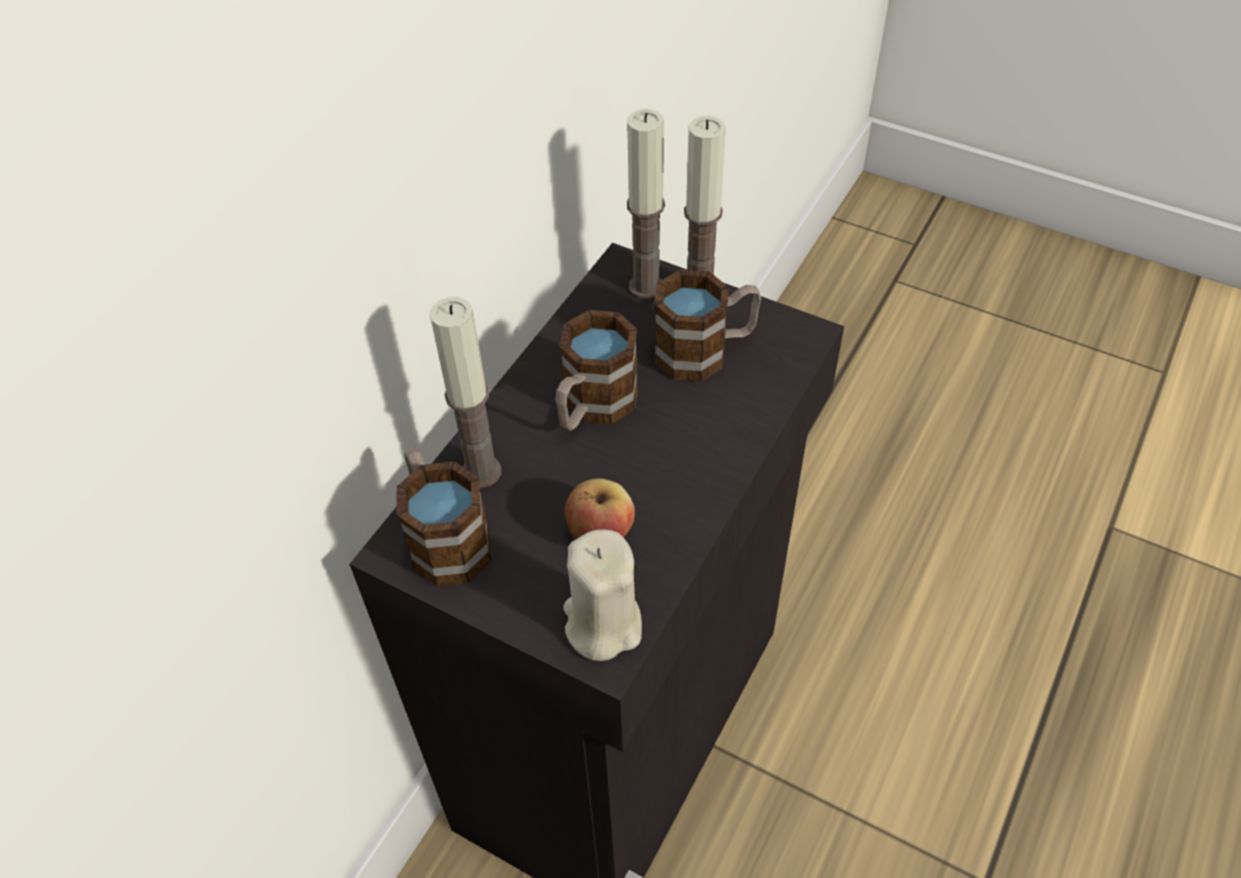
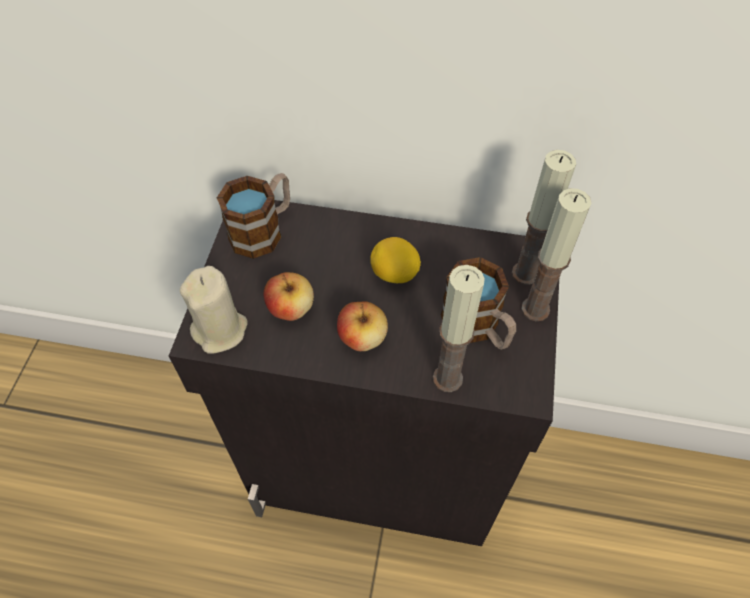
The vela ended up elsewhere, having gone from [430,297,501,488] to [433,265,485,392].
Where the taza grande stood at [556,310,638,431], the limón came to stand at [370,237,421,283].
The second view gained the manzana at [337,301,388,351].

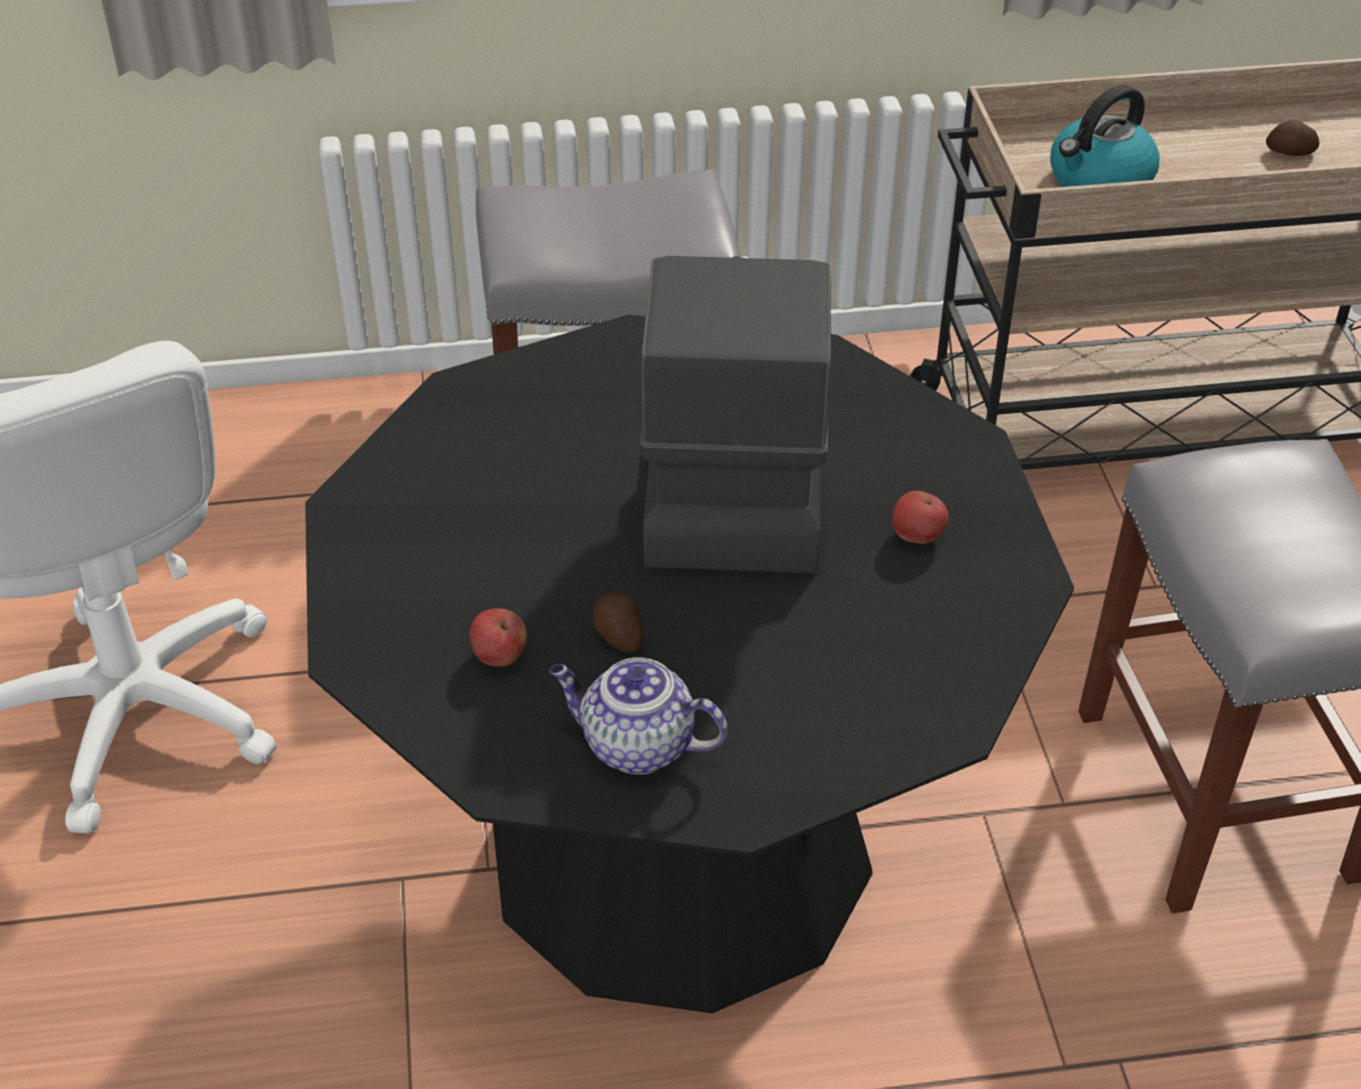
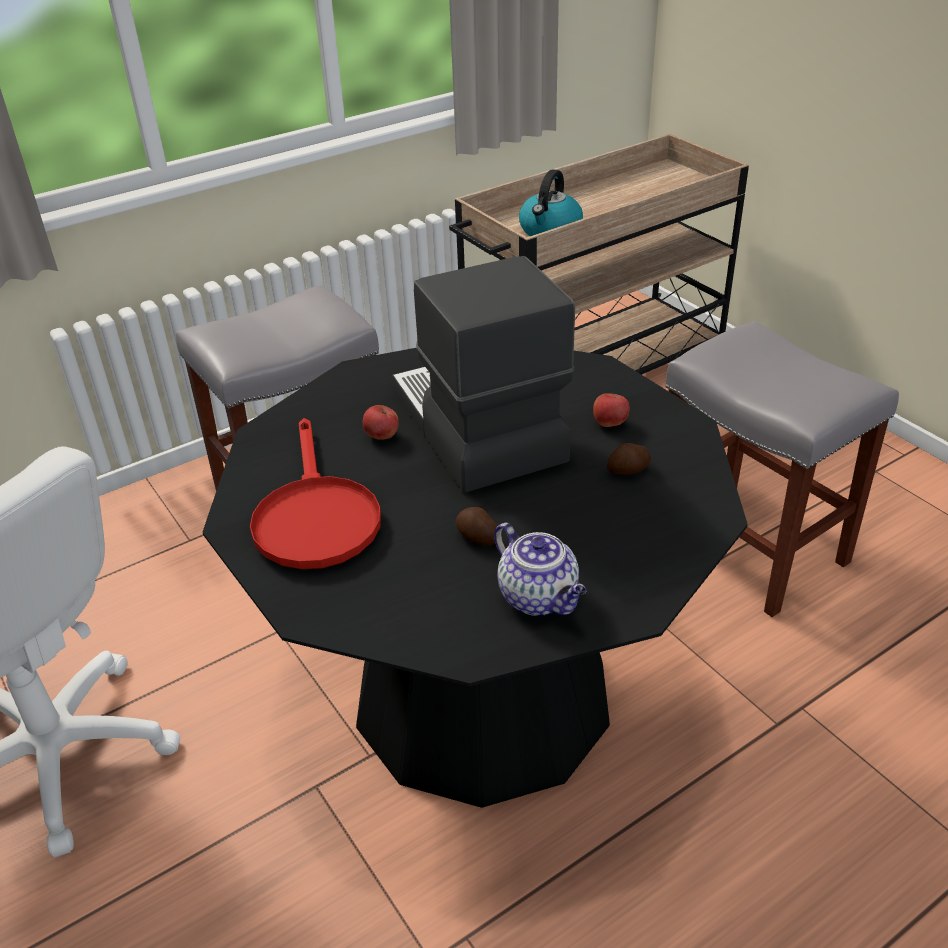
The manzana ended up elsewhere, having gone from [469,608,527,667] to [363,405,399,440].
The tetera at [549,657,727,774] ended up facing another way, 120 degrees counterclockwise from before.
The patata ended up elsewhere, having gone from [1266,120,1320,156] to [607,443,651,475].
The second view gained the sartén [rojo] at [250,418,381,569].

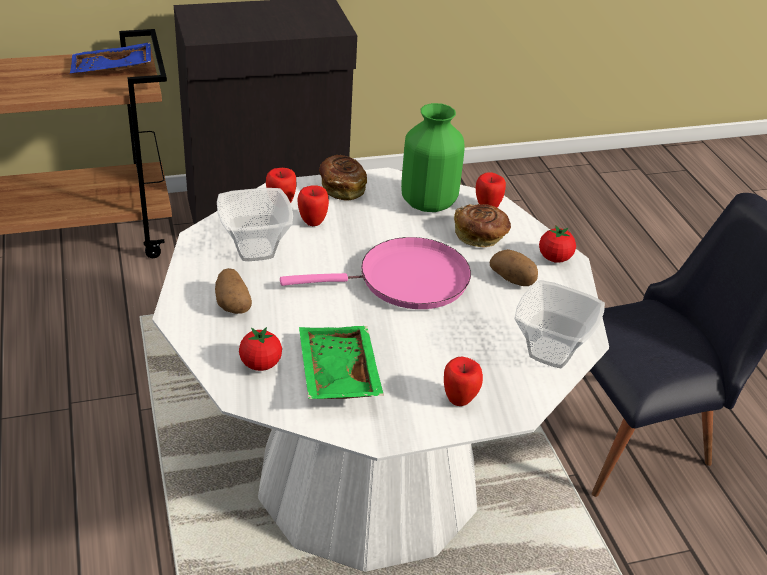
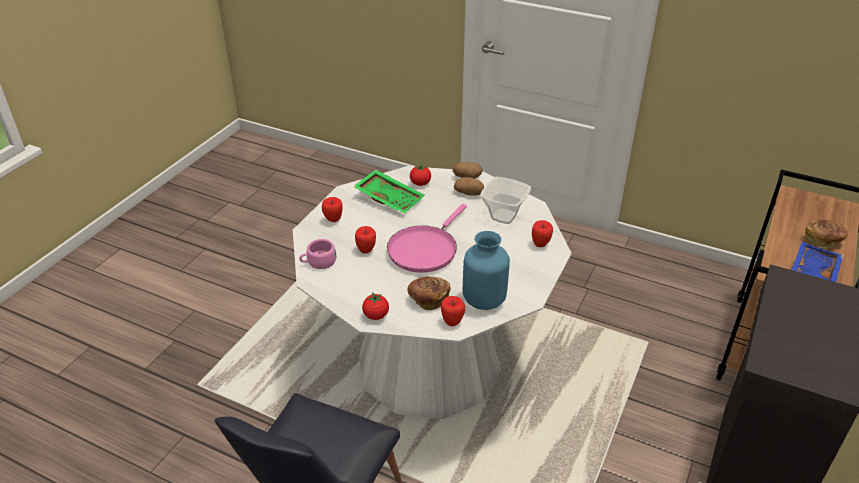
The manzana ended up elsewhere, having gone from [297,185,329,226] to [355,226,376,254].
The pan ended up elsewhere, having gone from [319,155,367,201] to [805,219,848,248].
What was the florero [verde] at [401,103,465,212] turned into the florero [azul] at [463,231,510,310].
The patata ended up elsewhere, having gone from [490,249,538,286] to [453,162,483,179].
Where the cuenco stood at [514,280,605,368], the taza [rosa] came to stand at [299,239,337,269].

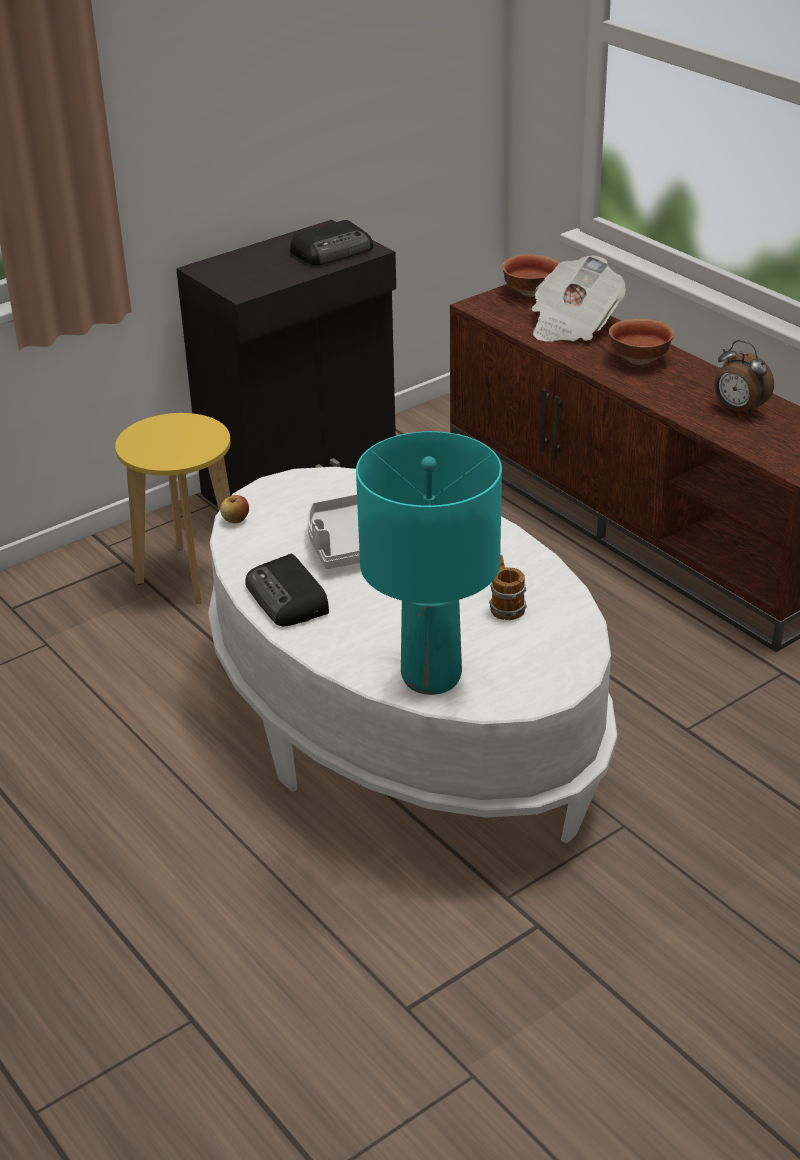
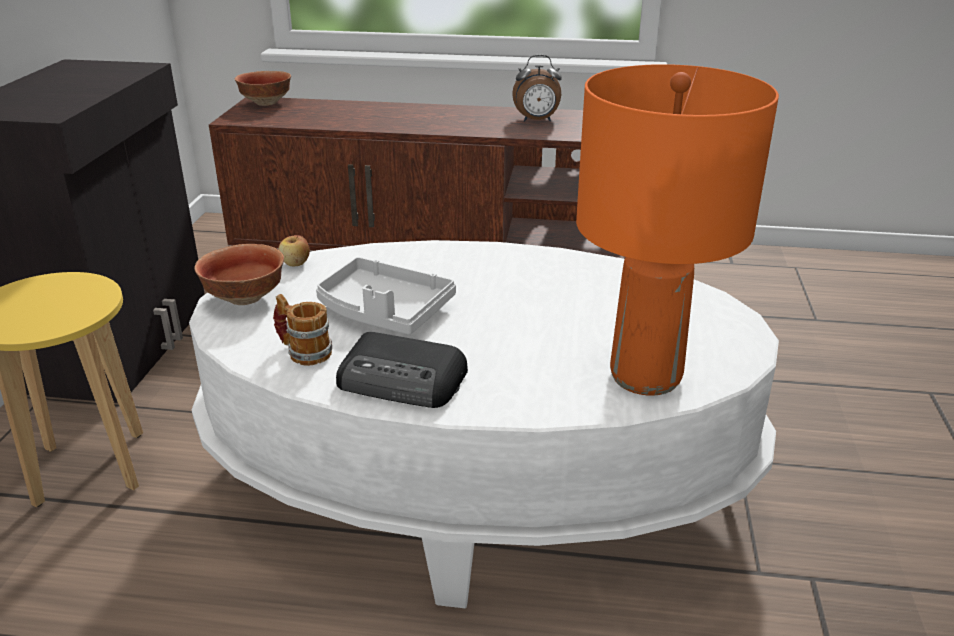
The manzana ended up elsewhere, having gone from [220,495,249,524] to [278,235,310,266].
The second view lost the radio at [290,220,373,266].
What was the lámpara de mesa [turquesa] at [356,431,502,695] turned into the lámpara de mesa [naranja] at [576,64,779,396].
The taza grande ended up elsewhere, having gone from [489,555,527,620] to [273,294,332,366].
The second view lost the periódico at [532,255,626,342].
The cuenco ended up elsewhere, having gone from [609,319,674,365] to [194,244,284,305].

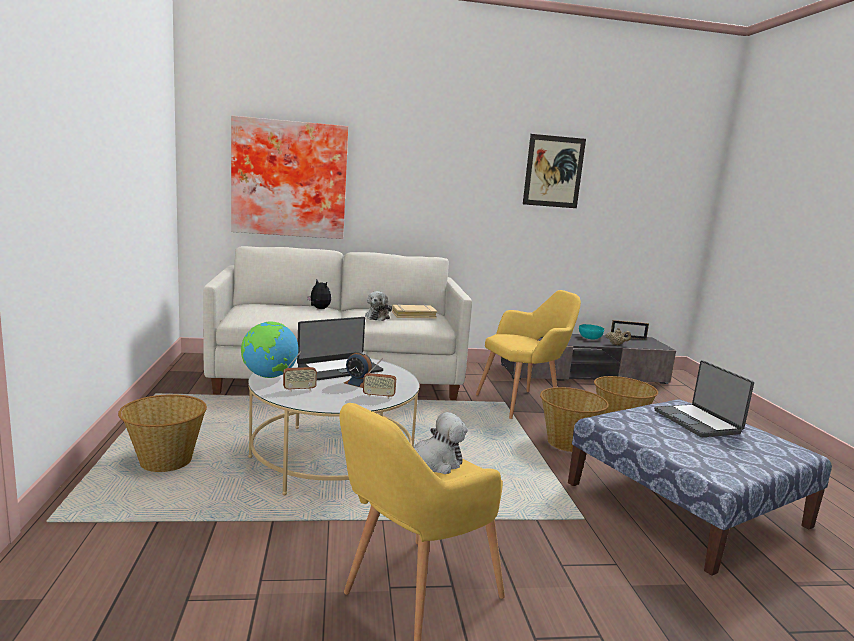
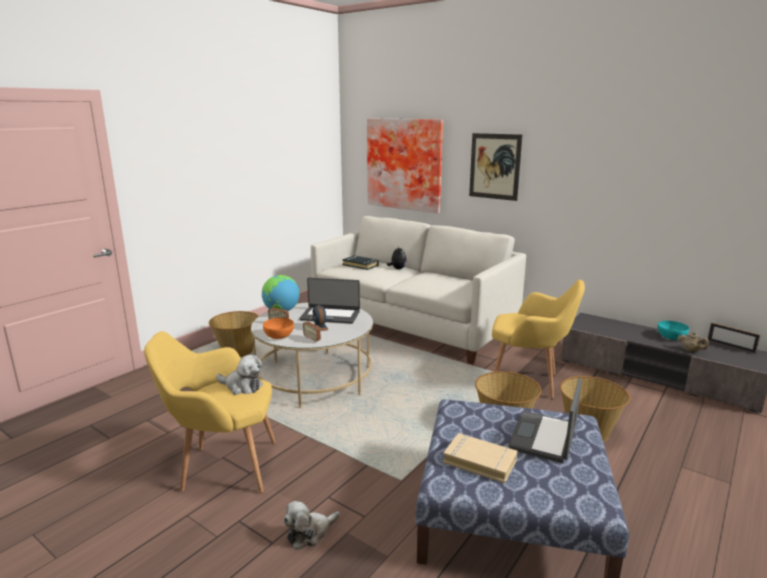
The peluche ended up elsewhere, having gone from [365,291,392,321] to [283,501,340,550].
The libro [beis] ended up elsewhere, having gone from [392,304,437,318] to [443,433,517,483].
The cuadro ended up elsewhere, having gone from [523,134,586,208] to [469,133,522,201].
The second view gained the cuenco [naranja] at [263,318,294,339].
The second view gained the libro [negro] at [342,255,379,270].

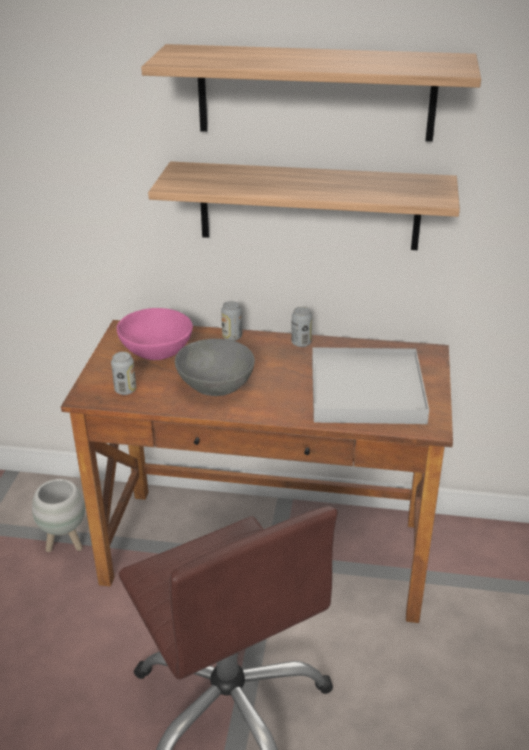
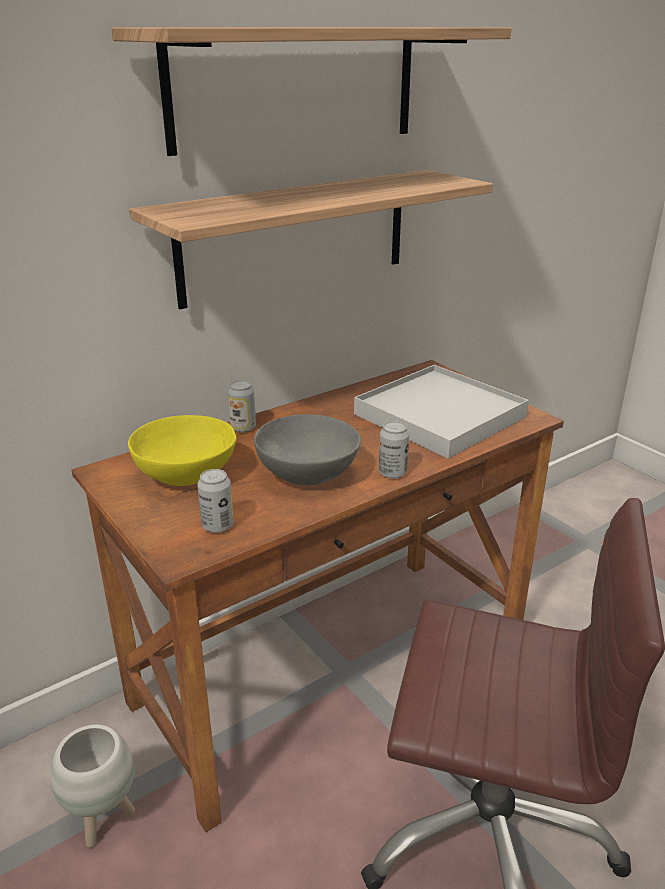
What was the cuenco [rosa] at [117,308,193,360] turned into the cuenco [amarillo] at [128,415,236,486].
The lata ended up elsewhere, having gone from [291,307,312,347] to [379,421,409,479].

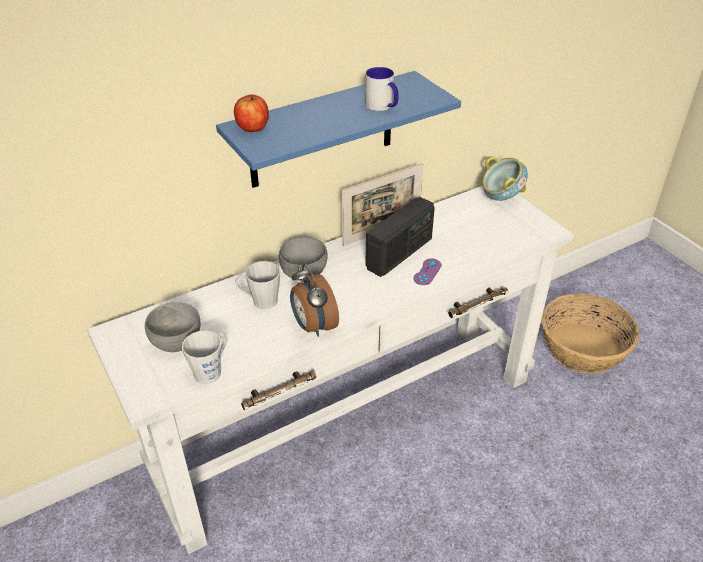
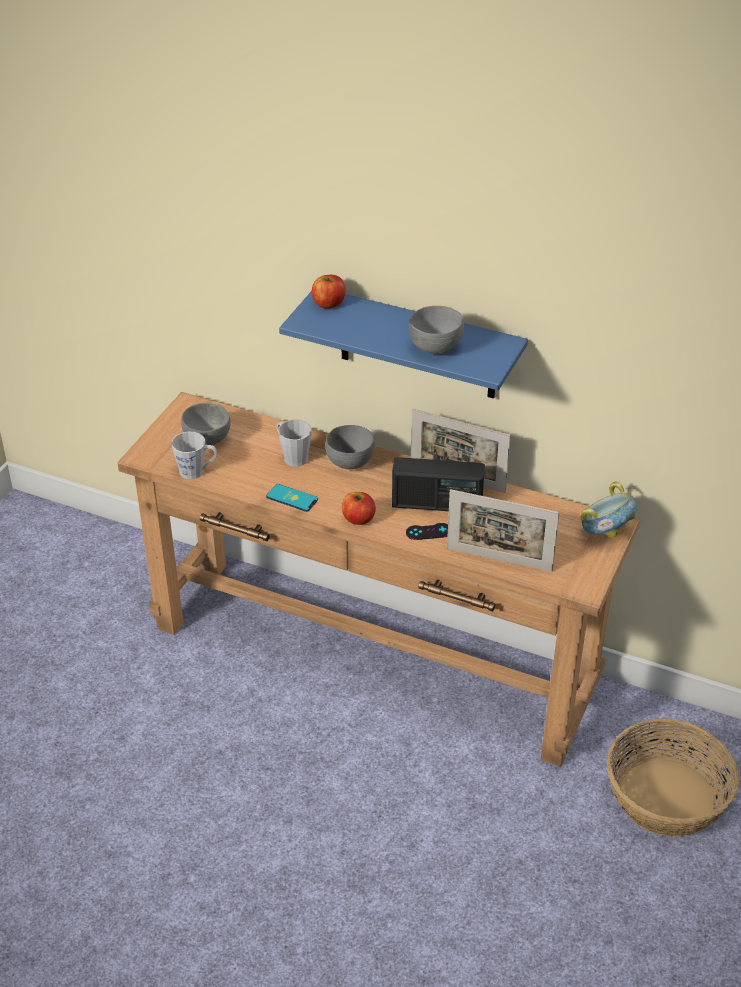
What was the mesa consola [blanco] at [87,186,575,554] turned into the mesa consola [marrón] at [117,392,640,767].
Where the despertador stood at [290,264,339,337], the móvil came to stand at [266,484,318,512].
Where the taza grande stood at [365,67,398,111], the cuenco [gris] came to stand at [409,306,464,354].
What was the mando de consola [morado] at [414,258,442,285] turned into the mando de consola [negro] at [406,523,448,540].
The second view gained the manzana at [342,492,376,525].
The second view gained the portarretratos at [447,489,560,572].

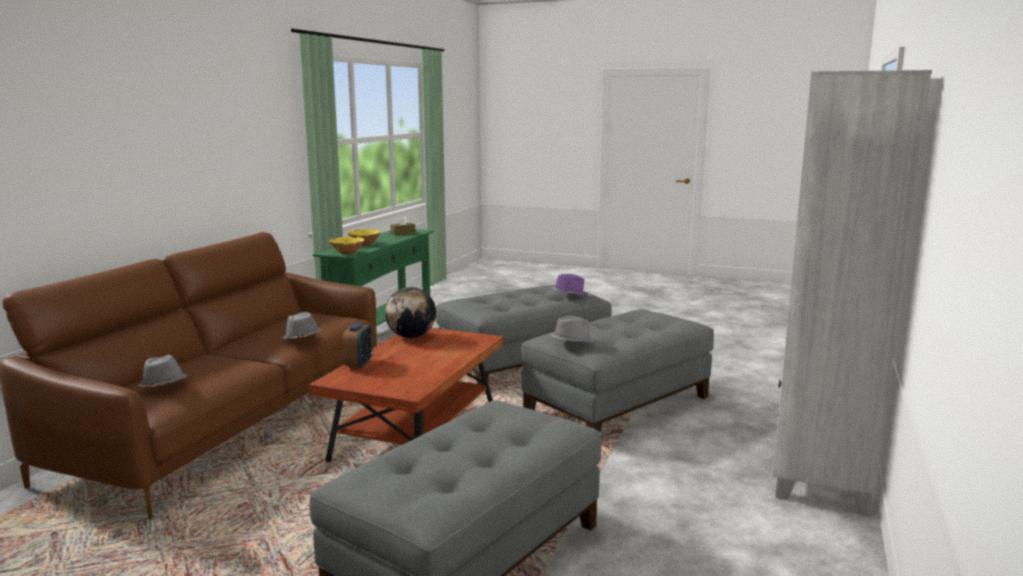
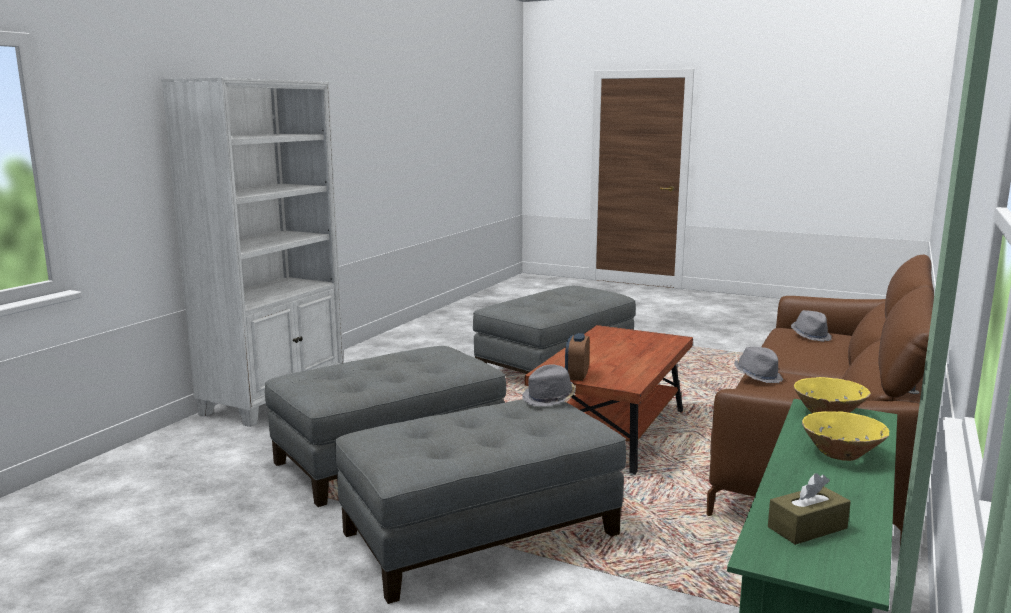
The despertador ended up elsewhere, having gone from [342,323,373,369] to [565,333,590,381].
The second view lost the globo terráqueo at [385,287,436,338].
The sombrero [gris] ended up elsewhere, having gone from [551,316,595,342] to [522,365,576,406].
The second view lost the sombrero [morado] at [553,274,587,295].

